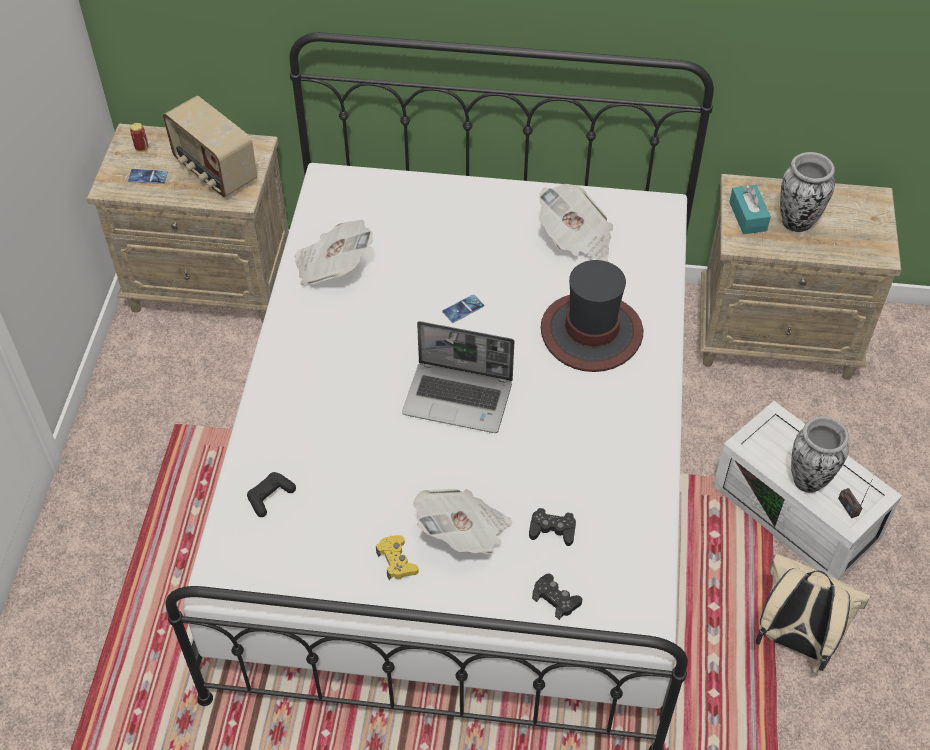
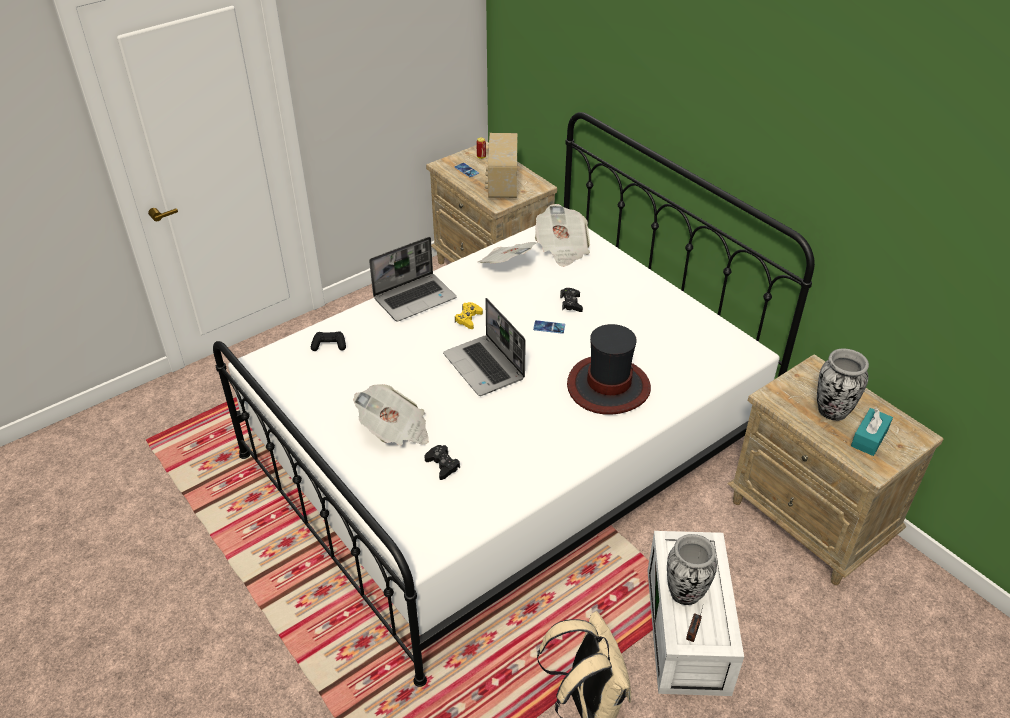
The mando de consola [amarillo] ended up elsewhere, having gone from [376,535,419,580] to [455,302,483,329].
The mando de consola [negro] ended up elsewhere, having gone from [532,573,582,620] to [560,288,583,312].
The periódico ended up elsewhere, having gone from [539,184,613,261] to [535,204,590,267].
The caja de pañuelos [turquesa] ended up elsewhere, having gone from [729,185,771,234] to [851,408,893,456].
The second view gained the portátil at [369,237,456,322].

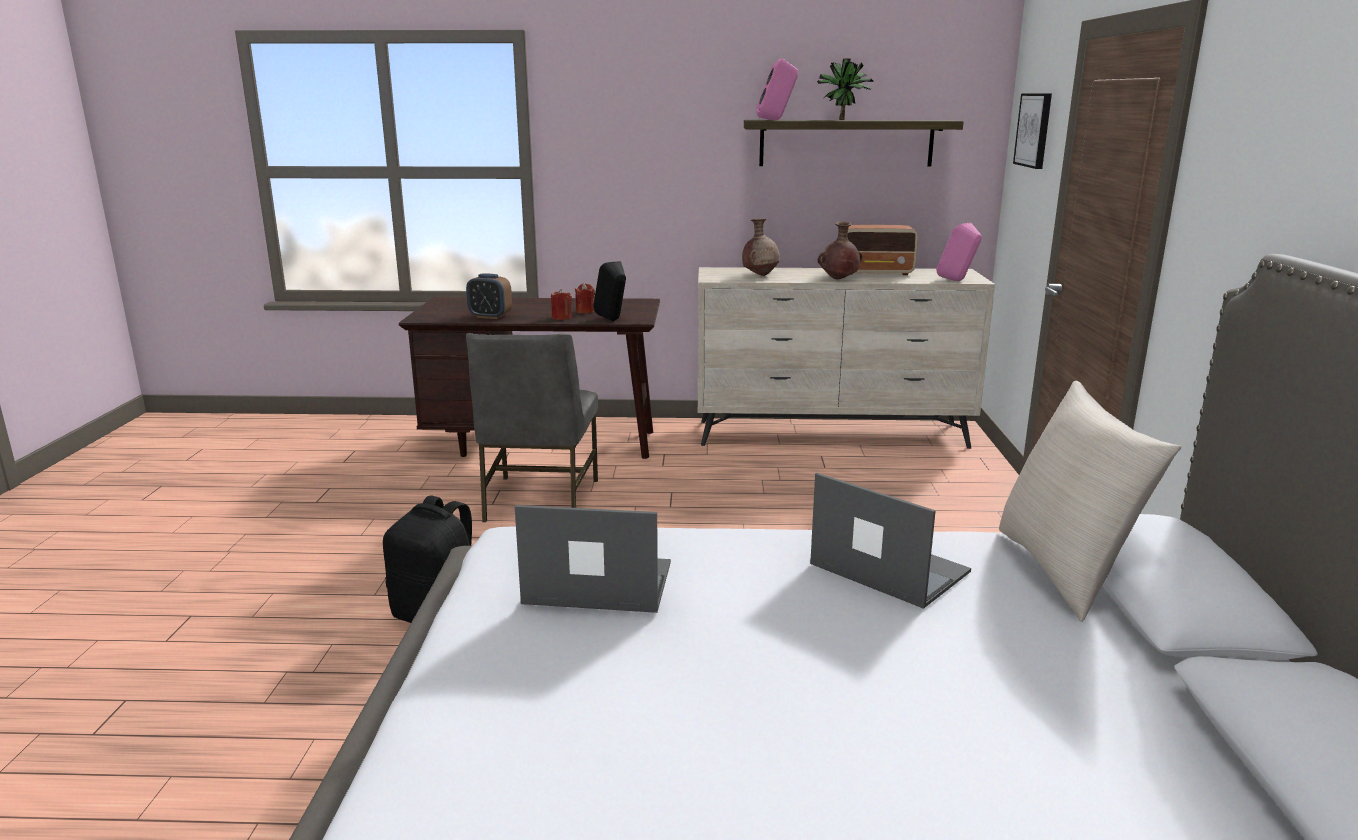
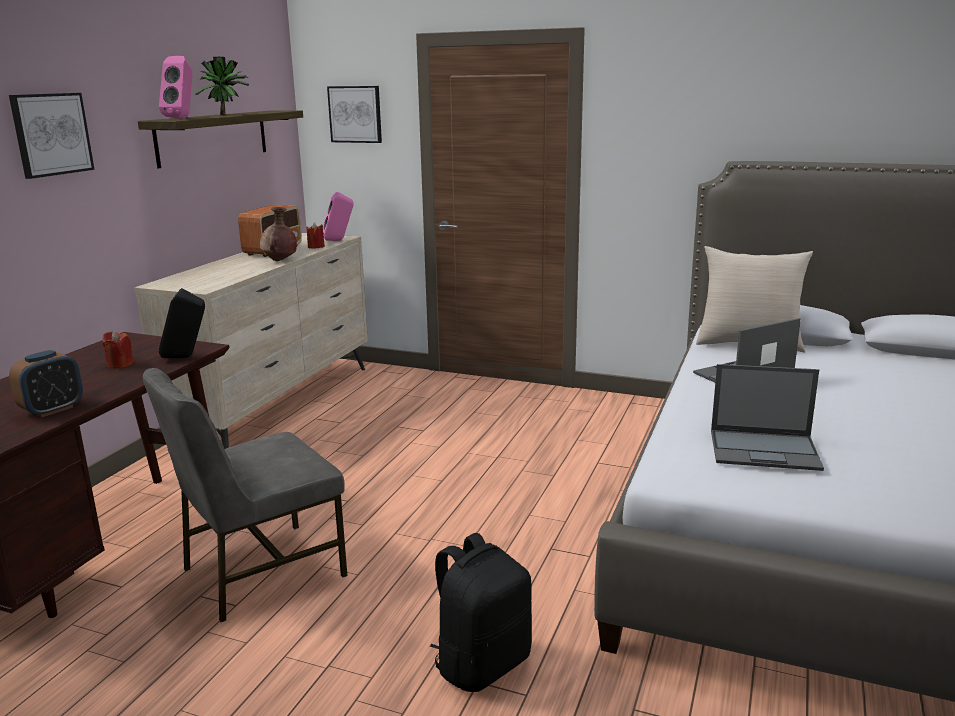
The silla [gris] at [466,333,598,522] ended up facing another way, 120 degrees clockwise from before.
The portátil at [515,505,671,613] ended up facing another way, 105 degrees counterclockwise from before.
The vela [rojo] ended up elsewhere, having gone from [551,289,572,320] to [306,223,325,248].
The second view lost the florero [marrón] at [742,219,780,276].
The second view gained the cuadro at [9,93,94,179].

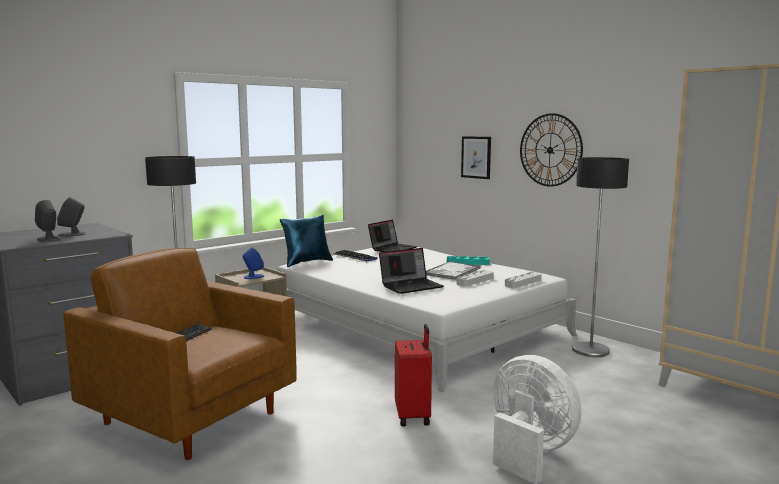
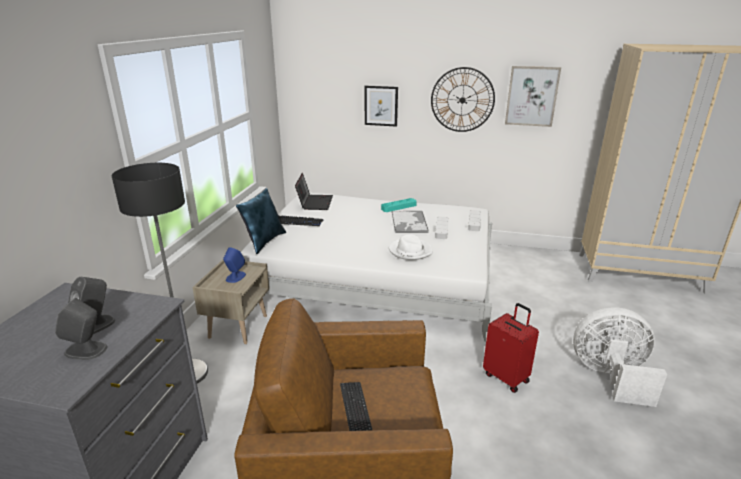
Where the portátil stood at [379,248,444,294], the sombrero [blanco] came to stand at [389,234,433,260].
The second view lost the lámpara de pie at [572,157,629,357].
The second view gained the cuadro at [505,66,561,127].

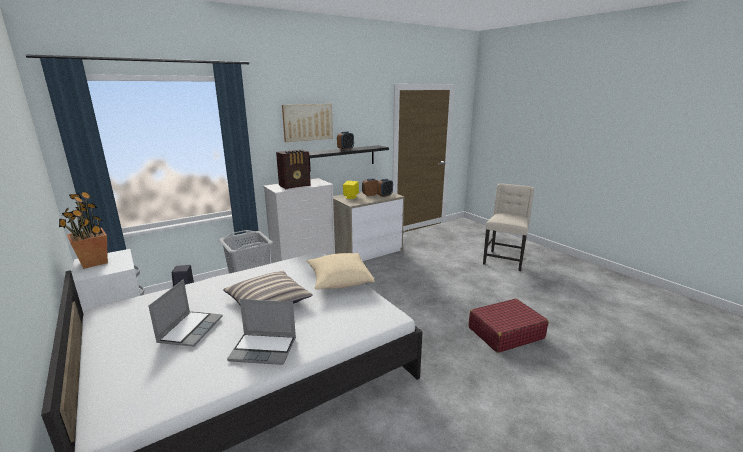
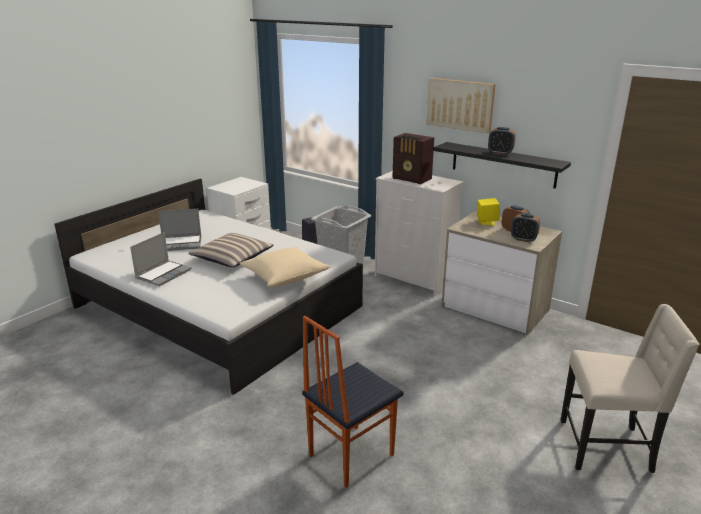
The second view lost the planta en maceta at [59,191,108,269].
The portátil at [227,299,296,365] ended up facing another way, 135 degrees counterclockwise from before.
Where the maleta [rojo] stood at [469,299,548,353], the silla came to stand at [302,316,404,488].

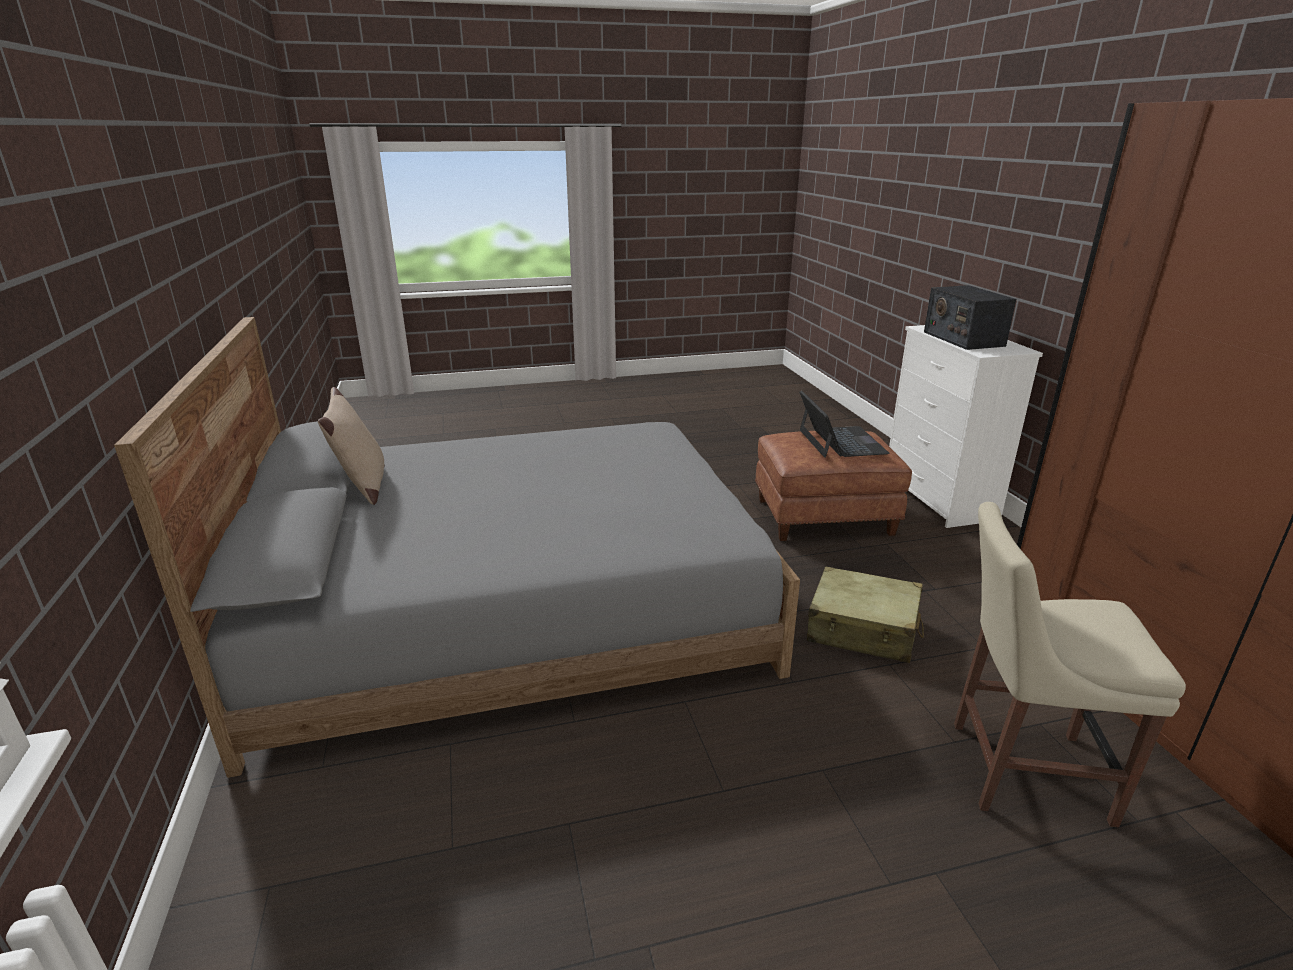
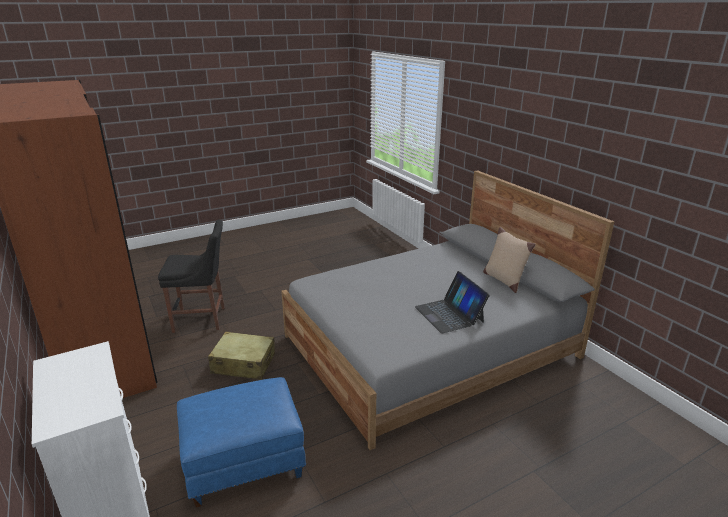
What was the puf [marrón] at [755,431,912,541] turned into the puf [azul] at [177,377,306,508].
The portátil ended up elsewhere, having gone from [799,391,890,458] to [415,271,490,333].
The second view lost the radio at [924,285,1016,350].
What was the silla [beis] at [954,502,1186,827] turned into the silla [negro] at [158,219,225,333].

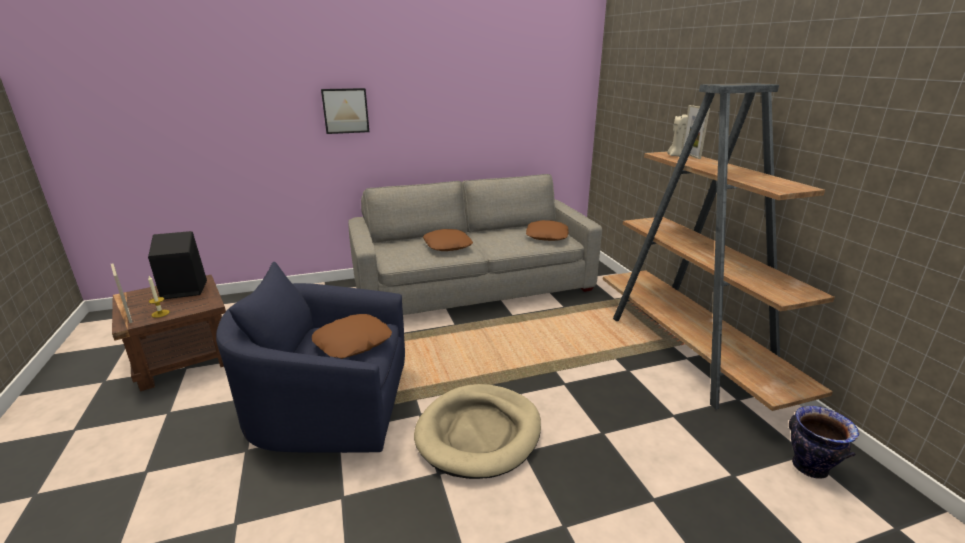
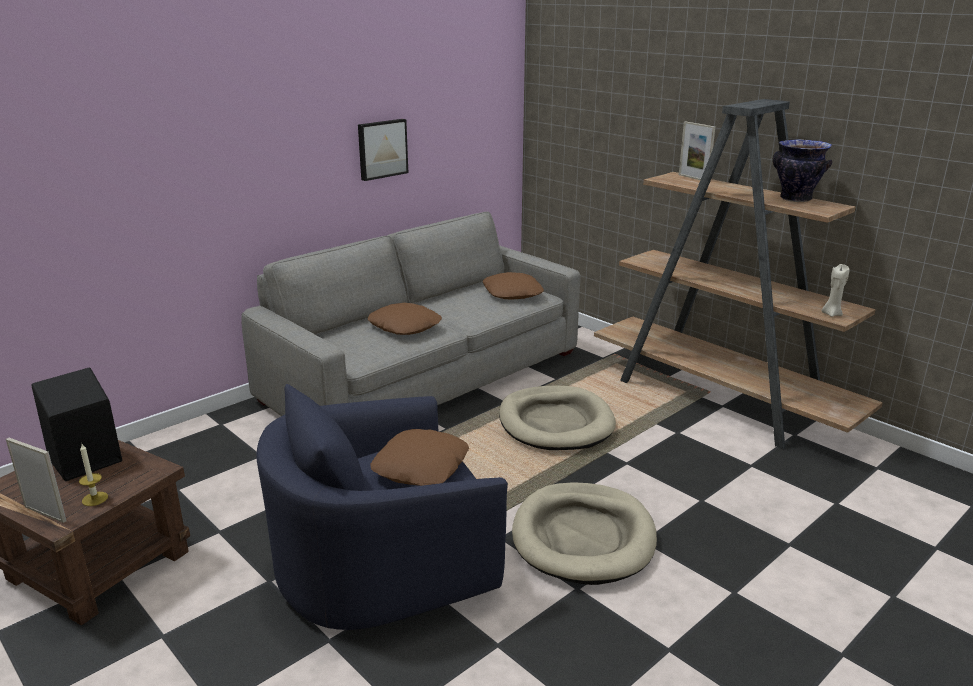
The cuadro ended up elsewhere, having gone from [321,88,369,134] to [358,119,408,181].
The vela [beis] ended up elsewhere, having gone from [667,114,688,157] to [822,264,850,317].
The florero ended up elsewhere, having gone from [789,406,859,479] to [773,139,832,202].
The second view gained the cama para perro [beis] at [499,386,616,450].

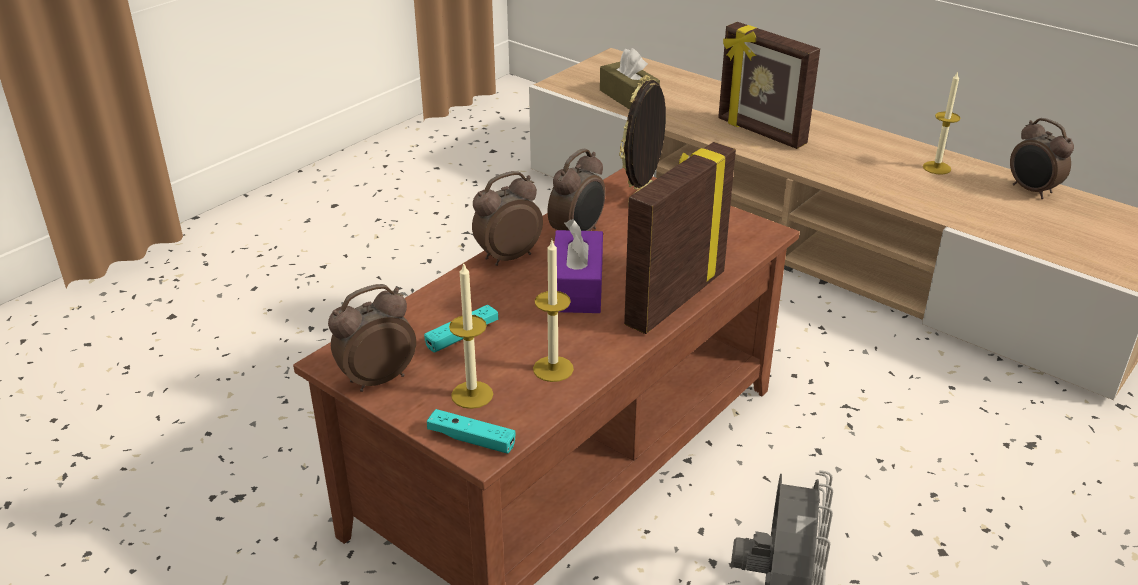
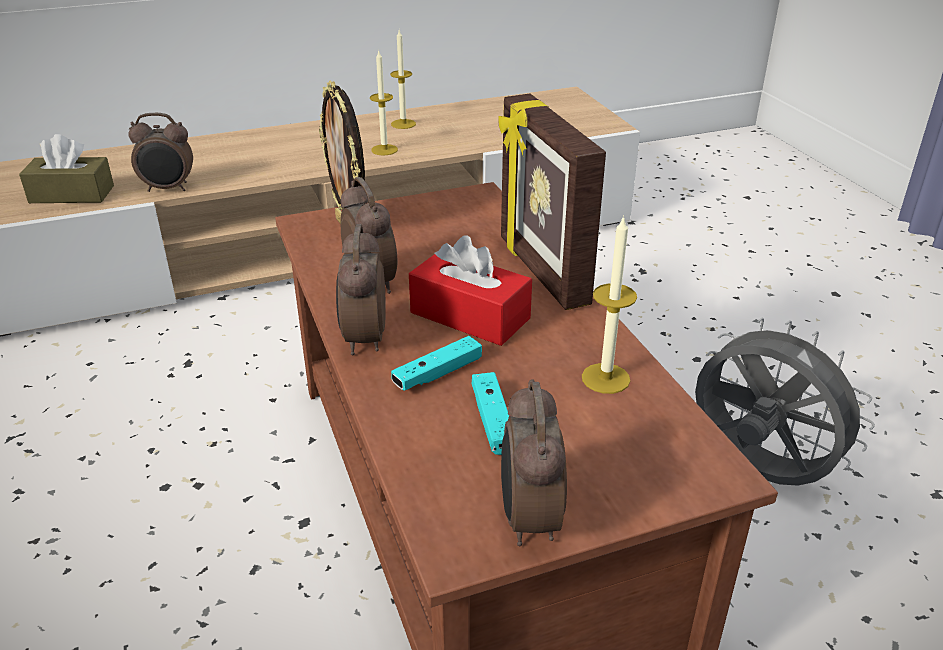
The mando de consola [turquesa] ended up elsewhere, having gone from [427,409,516,453] to [391,336,482,391].
The vela ended up elsewhere, having gone from [449,262,493,409] to [370,49,398,155].
What was the caja de pañuelos [morado] at [554,219,603,313] turned into the caja de pañuelos [rojo] at [409,235,532,346].
The second view lost the portarretratos at [718,22,820,149].
The despertador ended up elsewhere, having gone from [1010,118,1074,199] to [128,113,193,192].

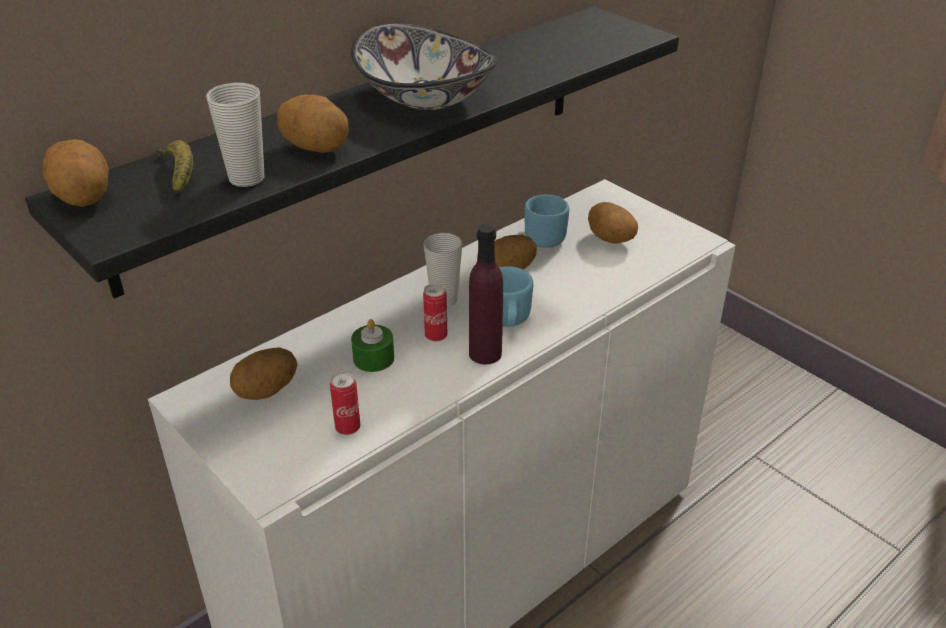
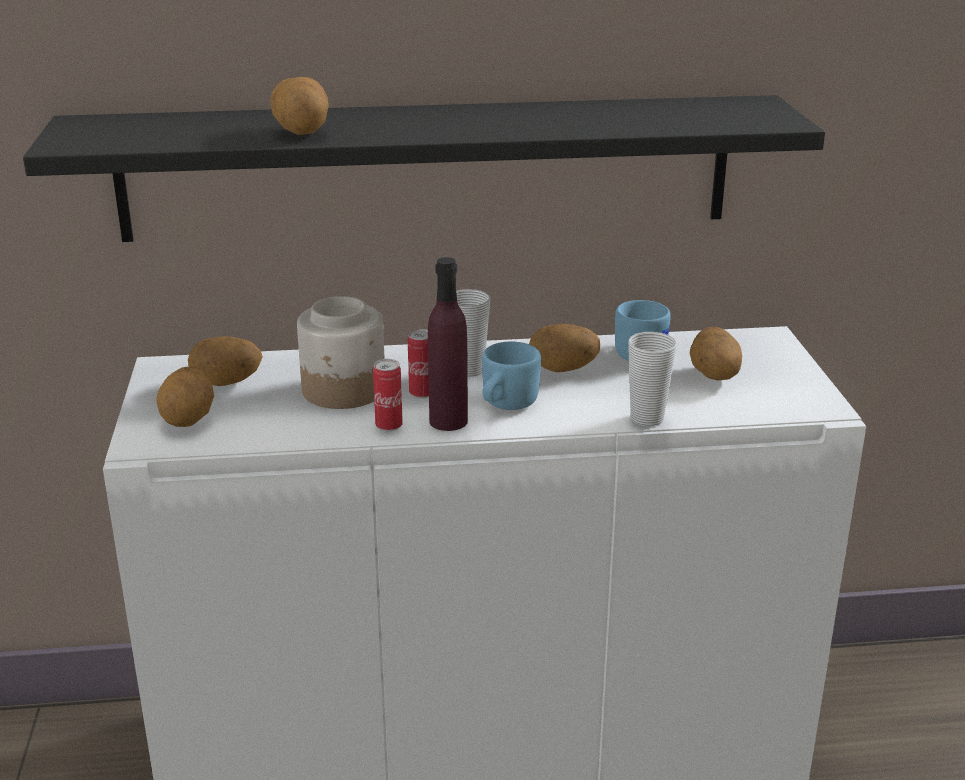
The patata ended up elsewhere, having gone from [43,139,109,207] to [157,367,214,427].
The second view lost the plátano at [156,140,193,194].
The taza ended up elsewhere, having gone from [206,83,265,187] to [628,332,677,426].
The lata ended up elsewhere, having gone from [330,371,360,435] to [373,359,403,431].
The second view lost the cuenco at [351,23,498,110].
Where the vela [verde] stood at [351,319,394,372], the tarro came to stand at [297,296,385,409].

